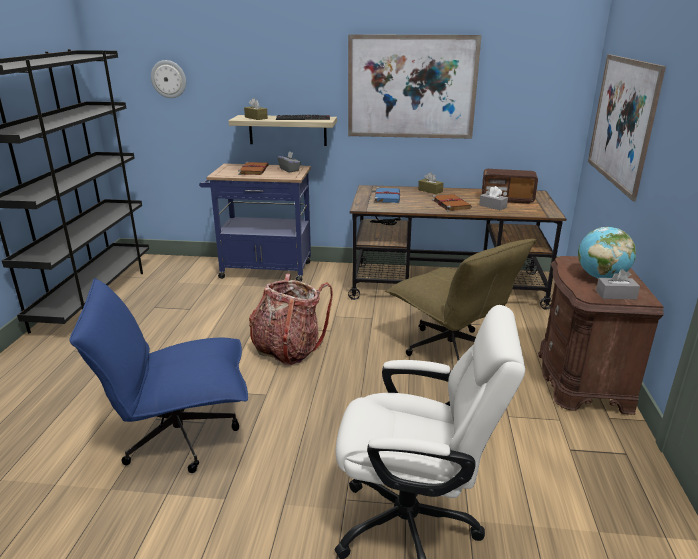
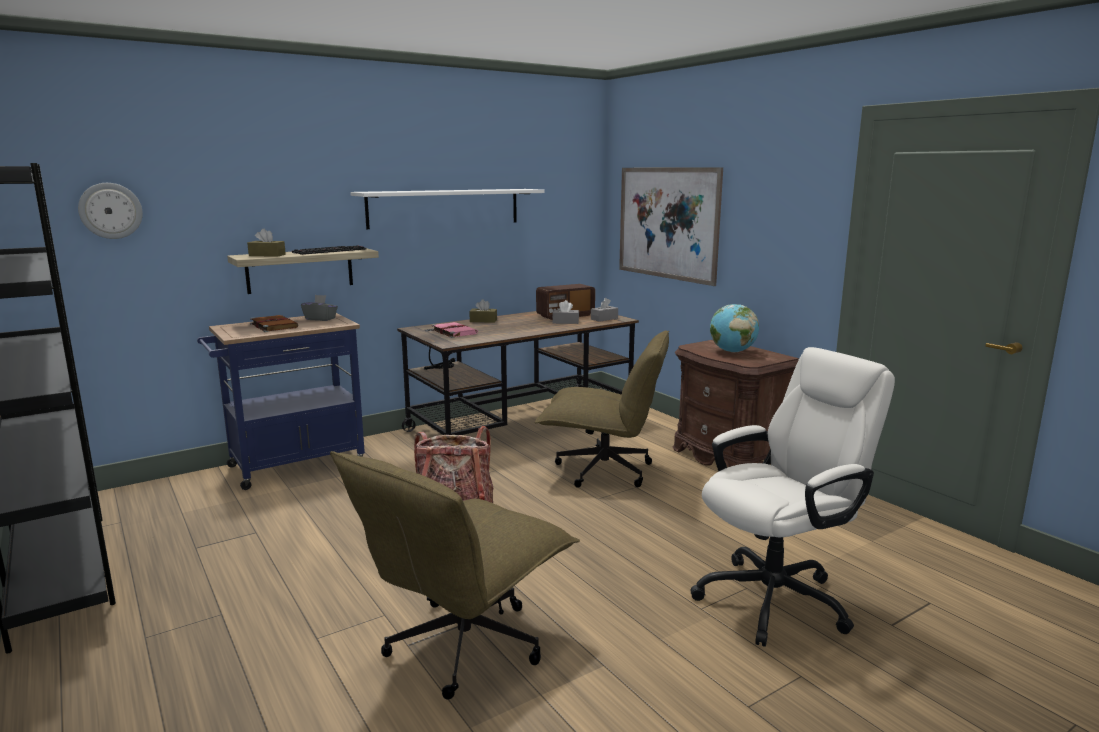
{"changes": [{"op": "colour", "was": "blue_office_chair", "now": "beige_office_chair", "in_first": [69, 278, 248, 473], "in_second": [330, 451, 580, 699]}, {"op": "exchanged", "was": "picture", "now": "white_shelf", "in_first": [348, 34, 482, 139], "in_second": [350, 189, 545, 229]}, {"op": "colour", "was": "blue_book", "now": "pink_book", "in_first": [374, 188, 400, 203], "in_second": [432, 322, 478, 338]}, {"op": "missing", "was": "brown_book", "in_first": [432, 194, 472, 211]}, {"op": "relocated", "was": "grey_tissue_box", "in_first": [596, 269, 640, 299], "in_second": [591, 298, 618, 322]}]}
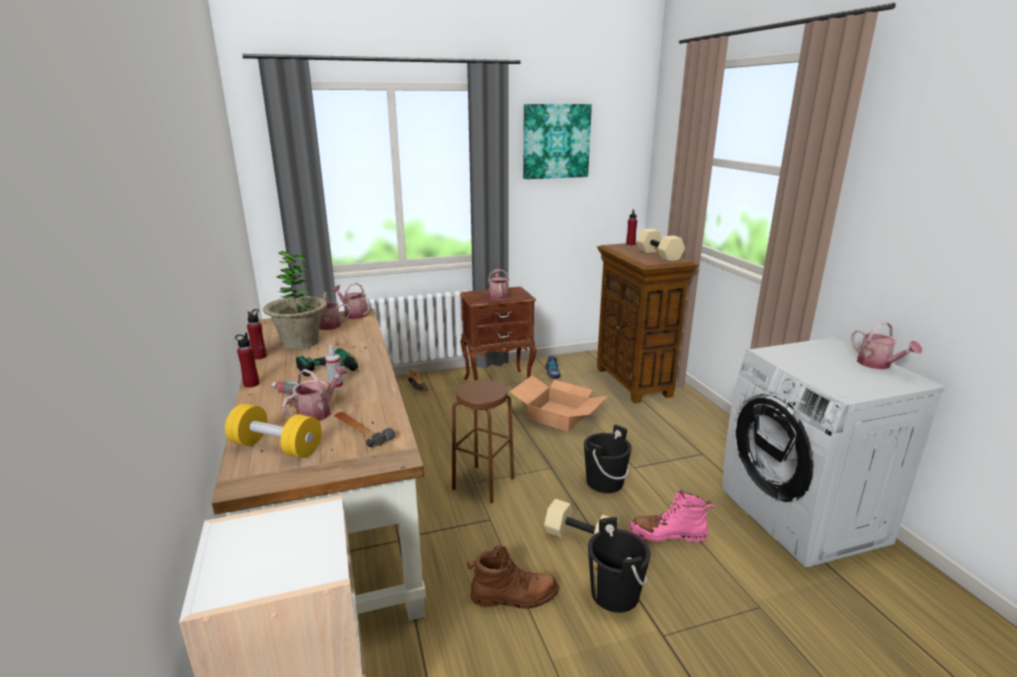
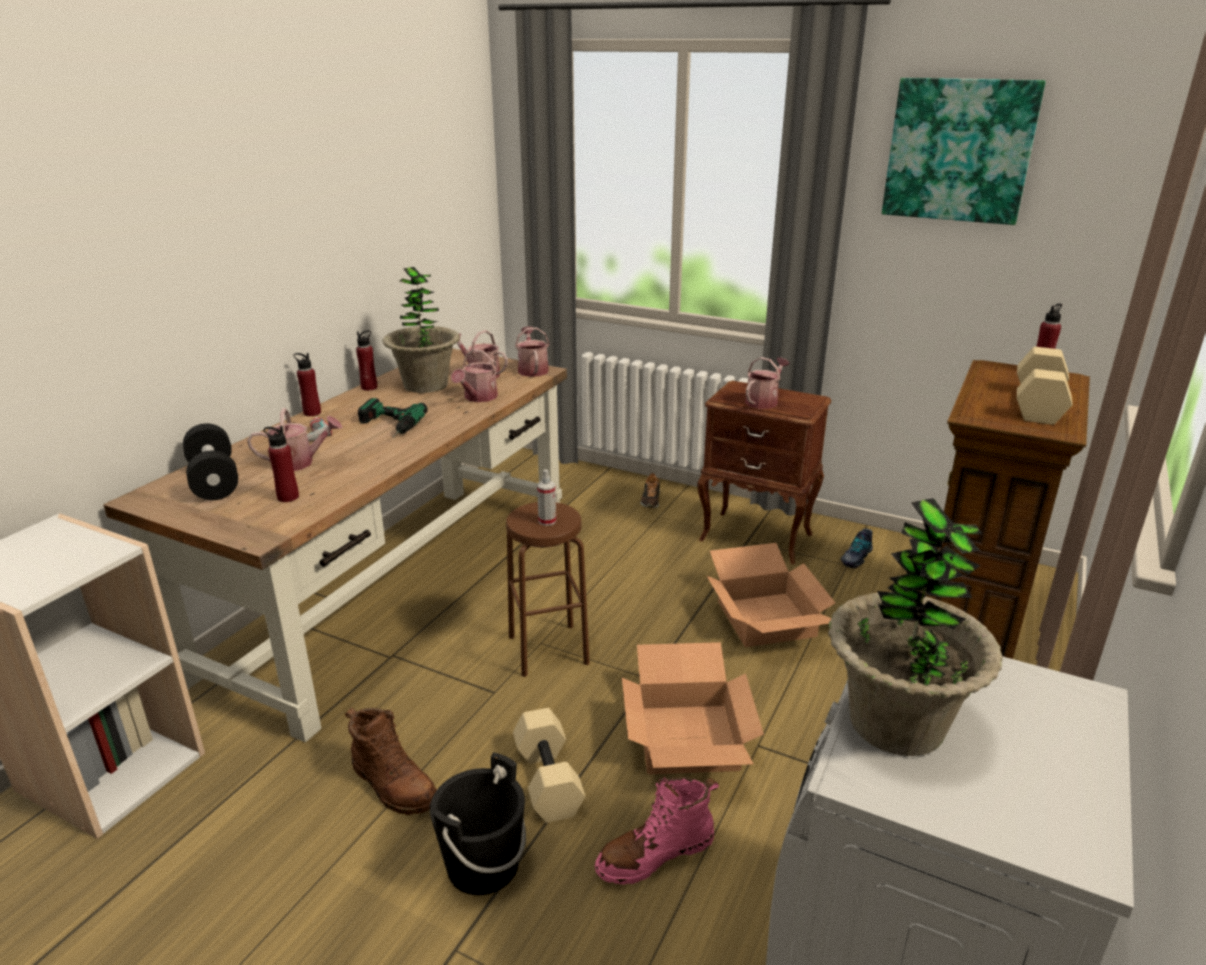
{"changes": [{"op": "colour", "was": "yellow_dumbbell", "now": "black_dumbbell", "in_first": [225, 404, 321, 458], "in_second": [183, 423, 238, 500]}, {"op": "relocated", "was": "spray_bottle", "in_first": [325, 345, 343, 389], "in_second": [537, 469, 556, 526]}, {"op": "exchanged", "was": "hammer", "now": "red_bottle", "in_first": [334, 412, 395, 447], "in_second": [264, 426, 299, 502]}, {"op": "exchanged", "was": "black_bucket", "now": "cardboard_box", "in_first": [584, 424, 632, 493], "in_second": [622, 642, 764, 774]}, {"op": "spun", "was": "pink_boot", "in_first": [629, 488, 715, 542], "in_second": [595, 776, 719, 885], "clockwise": -75}, {"op": "relocated", "was": "watering_can", "in_first": [851, 321, 922, 369], "in_second": [451, 349, 498, 402]}, {"op": "appeared", "now": "potted_plant", "in_second": [828, 498, 1003, 756]}]}
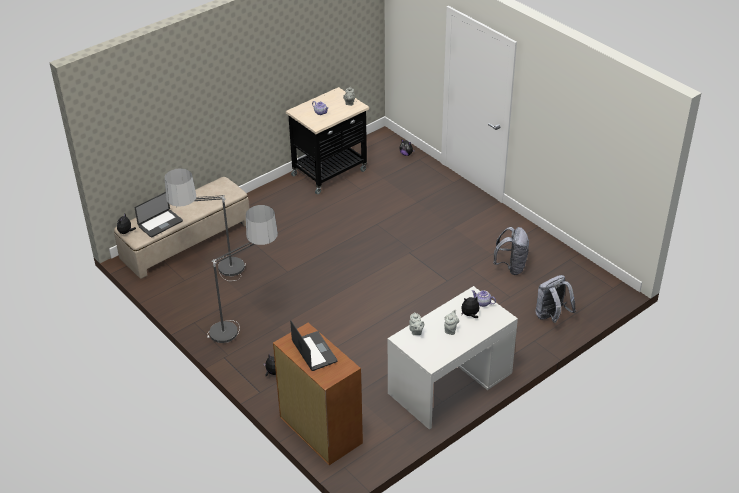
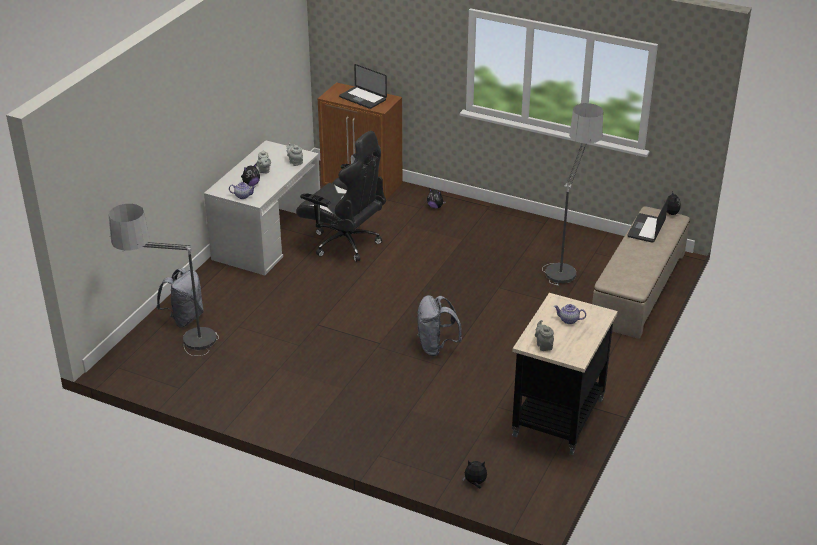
{"changes": [{"op": "relocated", "was": "floor_lamp", "in_first": [207, 205, 278, 343], "in_second": [109, 204, 219, 356]}, {"op": "relocated", "was": "grey_backpack", "in_first": [493, 227, 529, 275], "in_second": [417, 295, 462, 356]}, {"op": "appeared", "now": "black_office_chair", "in_second": [296, 131, 386, 262]}]}
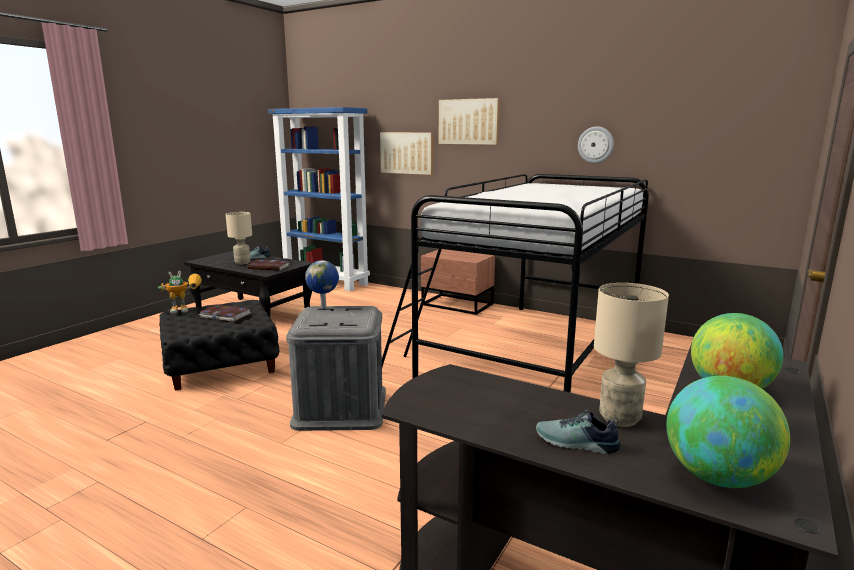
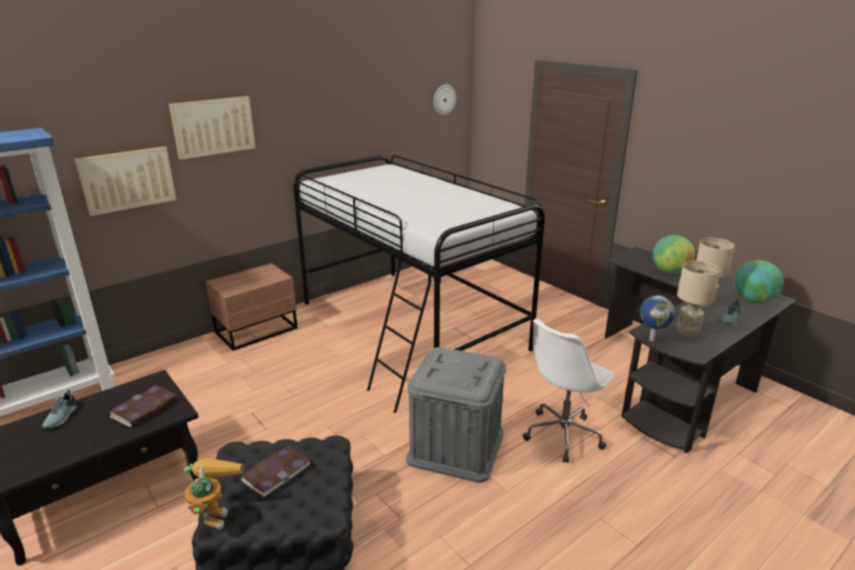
{"changes": [{"op": "relocated", "was": "beige_table_lamp", "in_first": [226, 212, 252, 265], "in_second": [677, 261, 721, 337]}, {"op": "relocated", "was": "globe", "in_first": [305, 260, 339, 309], "in_second": [640, 295, 675, 341]}, {"op": "relocated", "was": "wall_clock", "in_first": [578, 126, 614, 163], "in_second": [433, 84, 456, 115]}, {"op": "appeared", "now": "white_office_chair", "in_second": [522, 319, 614, 463]}]}
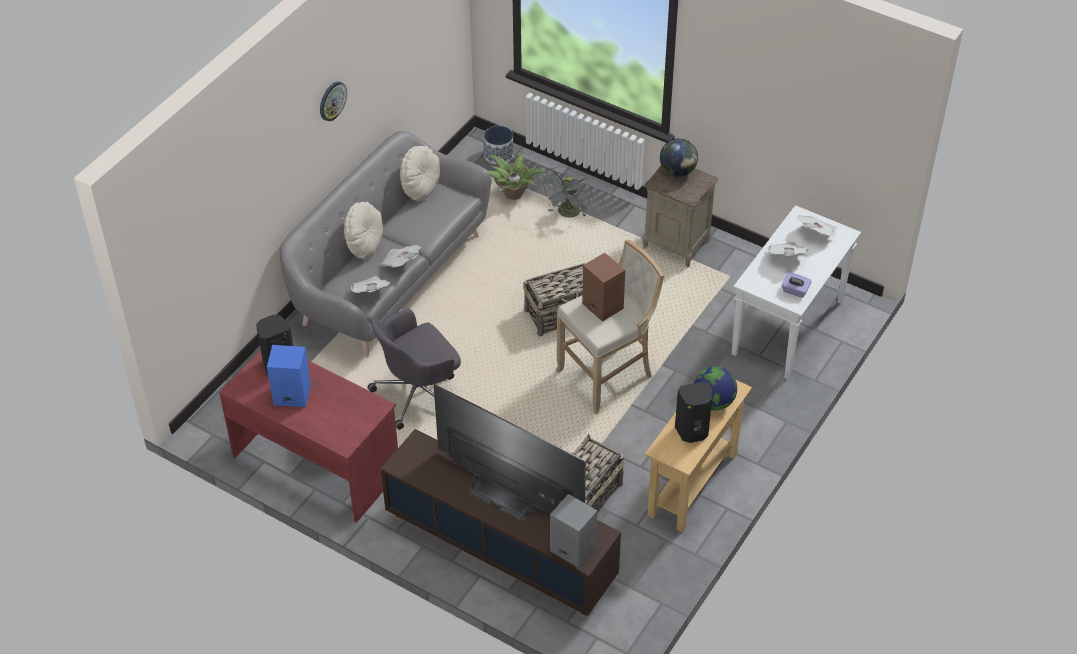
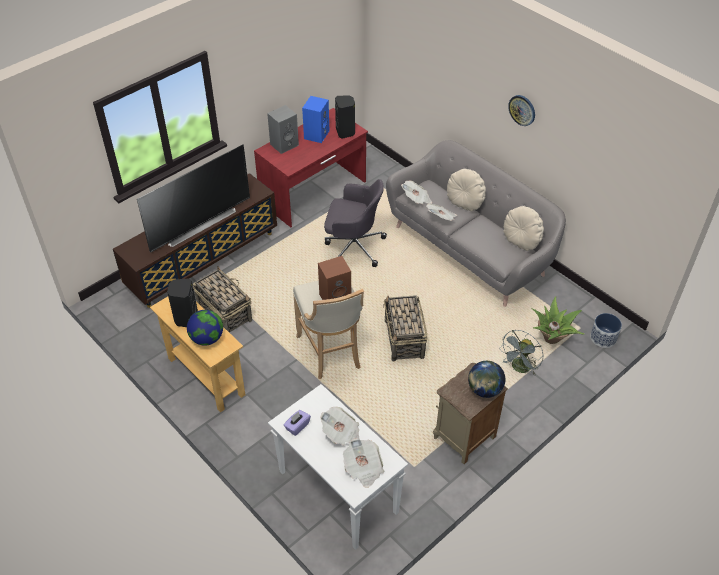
{"changes": [{"op": "spun", "was": "grey_office_chair", "in_first": [368, 309, 461, 430], "in_second": [324, 179, 387, 267], "clockwise": 120}, {"op": "spun", "was": "grey_fan", "in_first": [541, 166, 591, 218], "in_second": [499, 330, 544, 375], "clockwise": -90}, {"op": "relocated", "was": "grey_speaker", "in_first": [550, 494, 597, 568], "in_second": [267, 105, 299, 154]}]}
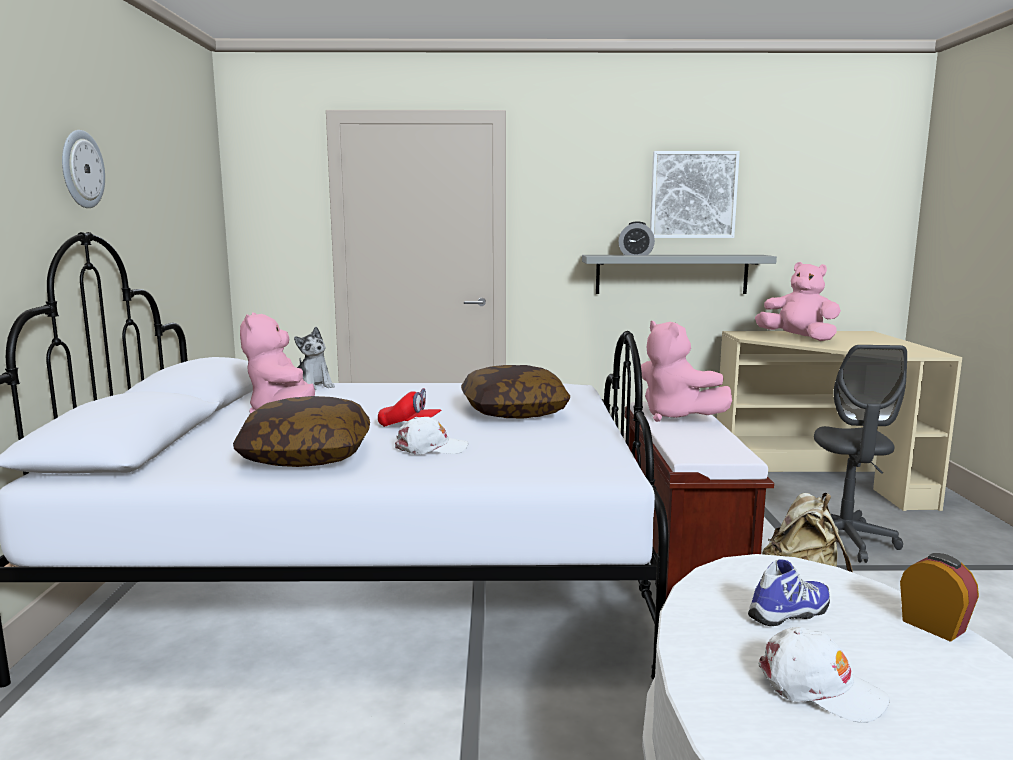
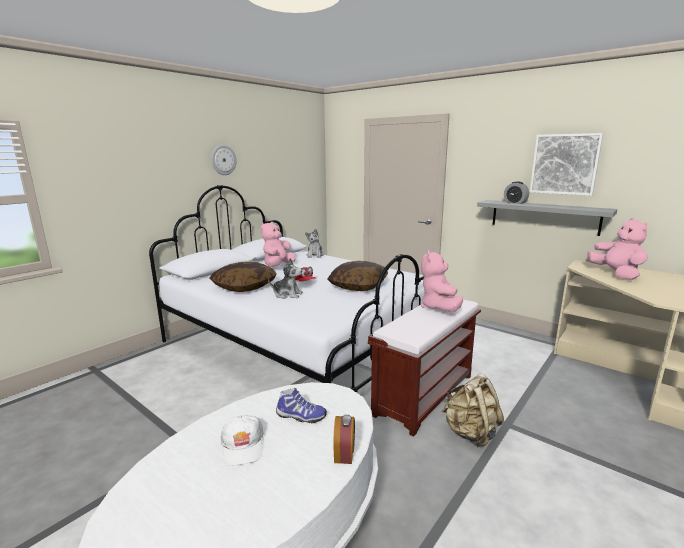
{"changes": [{"op": "exchanged", "was": "white_cap", "now": "plush_toy", "in_first": [395, 417, 468, 455], "in_second": [268, 258, 303, 299]}, {"op": "missing", "was": "grey_office_chair", "in_first": [814, 345, 907, 563]}]}
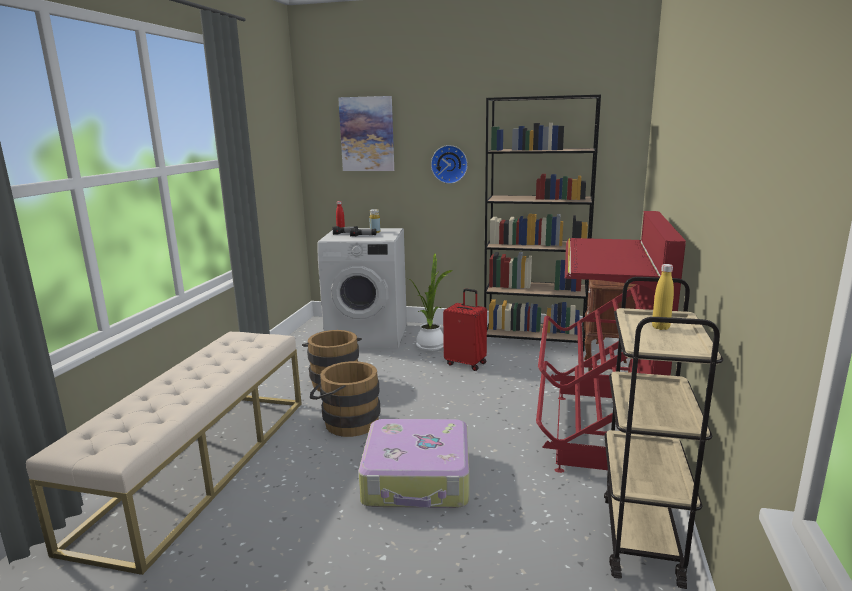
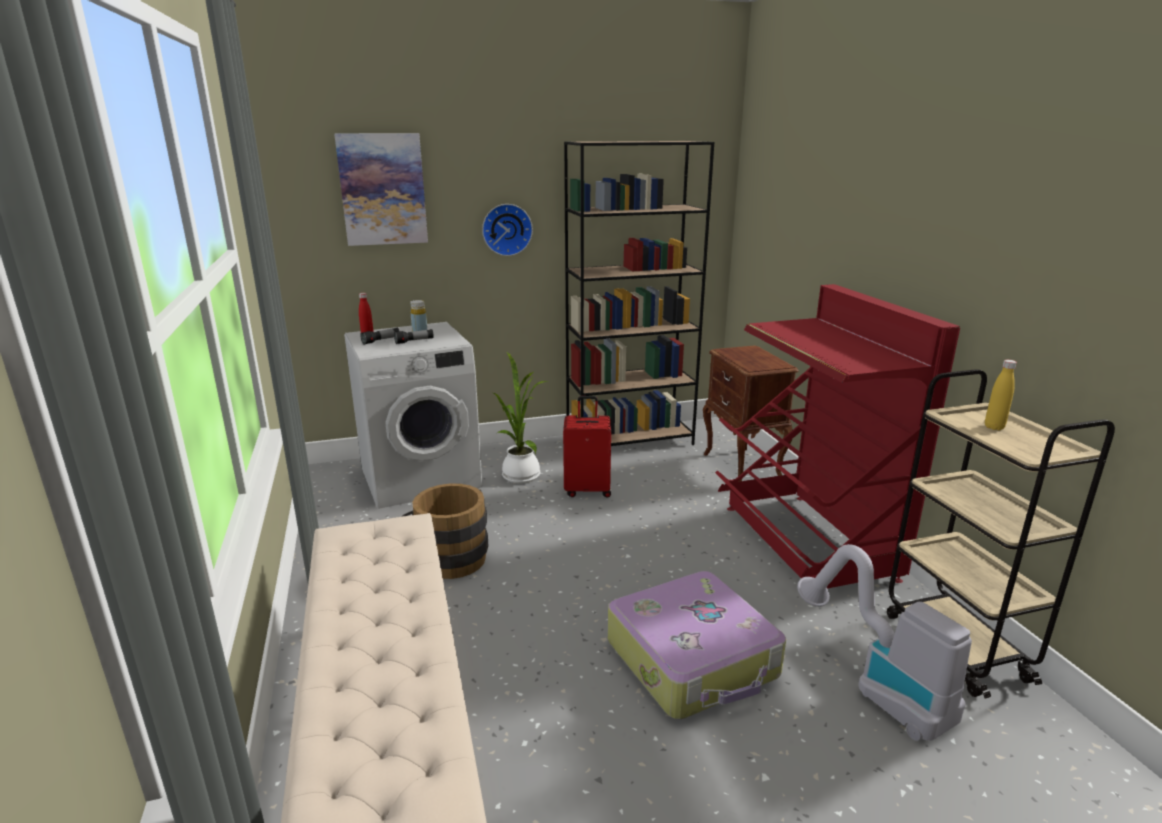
{"changes": [{"op": "missing", "was": "brown_bucket", "in_first": [310, 361, 380, 437]}, {"op": "appeared", "now": "vacuum_cleaner", "in_second": [797, 544, 972, 741]}]}
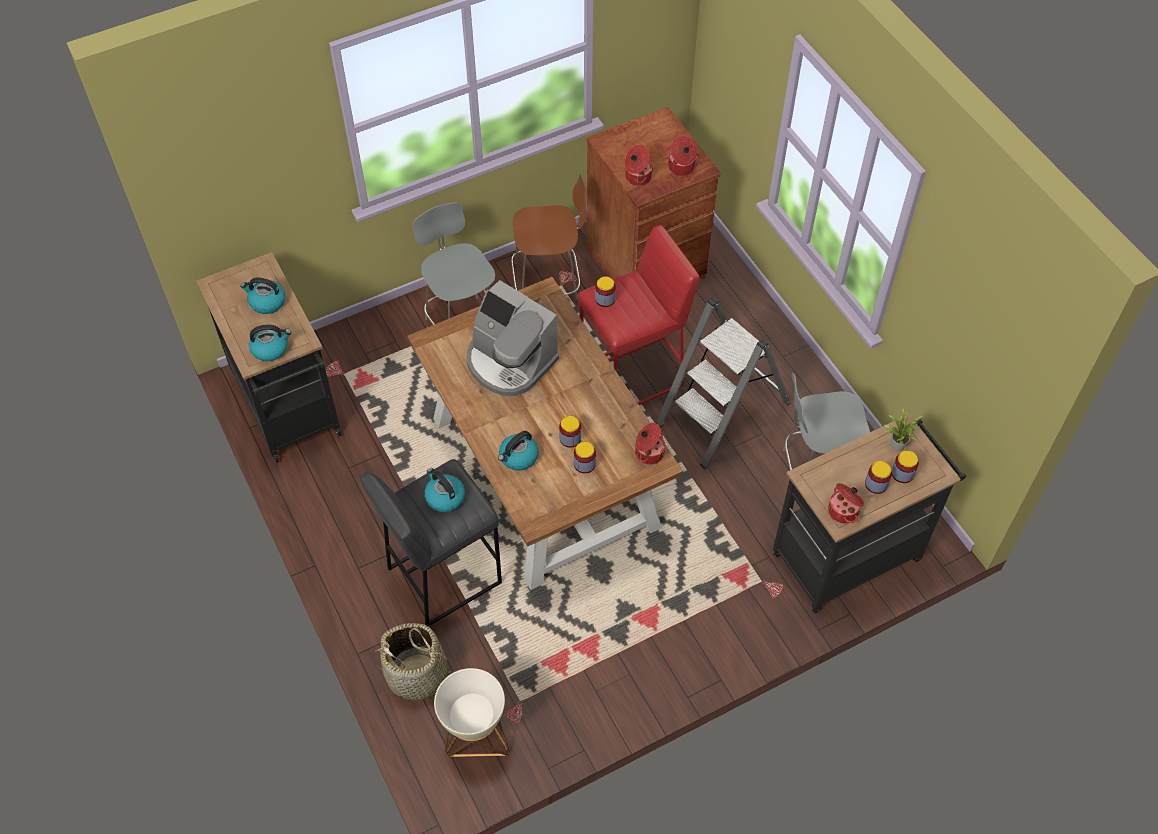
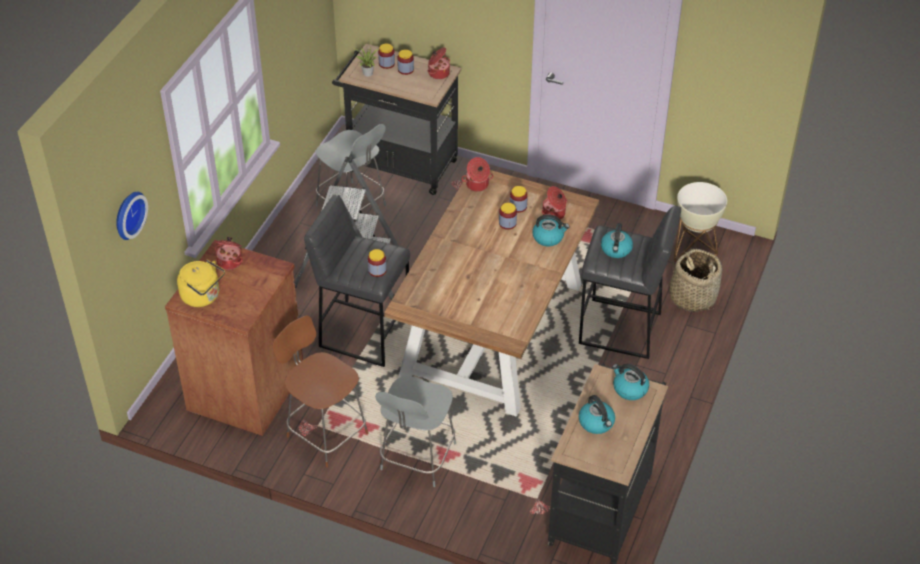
{"changes": [{"op": "missing", "was": "coffee_machine", "in_first": [467, 280, 559, 397]}, {"op": "colour", "was": "red_stool", "now": "grey_stool", "in_first": [578, 225, 699, 405], "in_second": [304, 195, 410, 367]}, {"op": "relocated", "was": "cooking_pot", "in_first": [625, 145, 653, 186], "in_second": [542, 186, 567, 219]}, {"op": "appeared", "now": "wall_clock", "in_second": [116, 192, 148, 240]}, {"op": "appeared", "now": "yellow_kettle", "in_second": [177, 260, 225, 307]}]}
